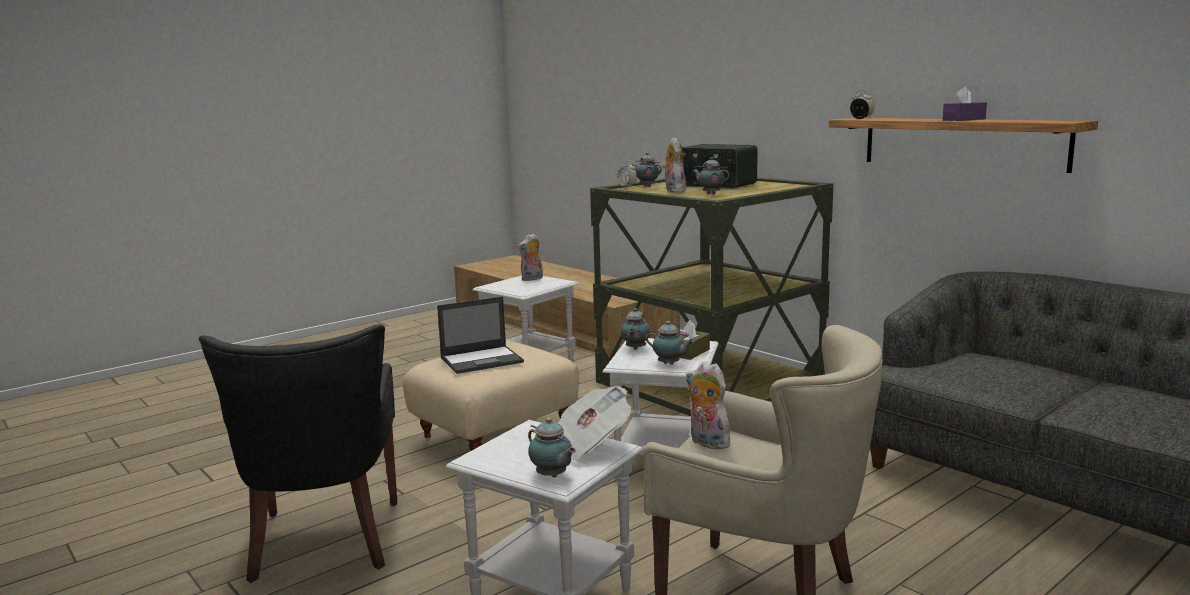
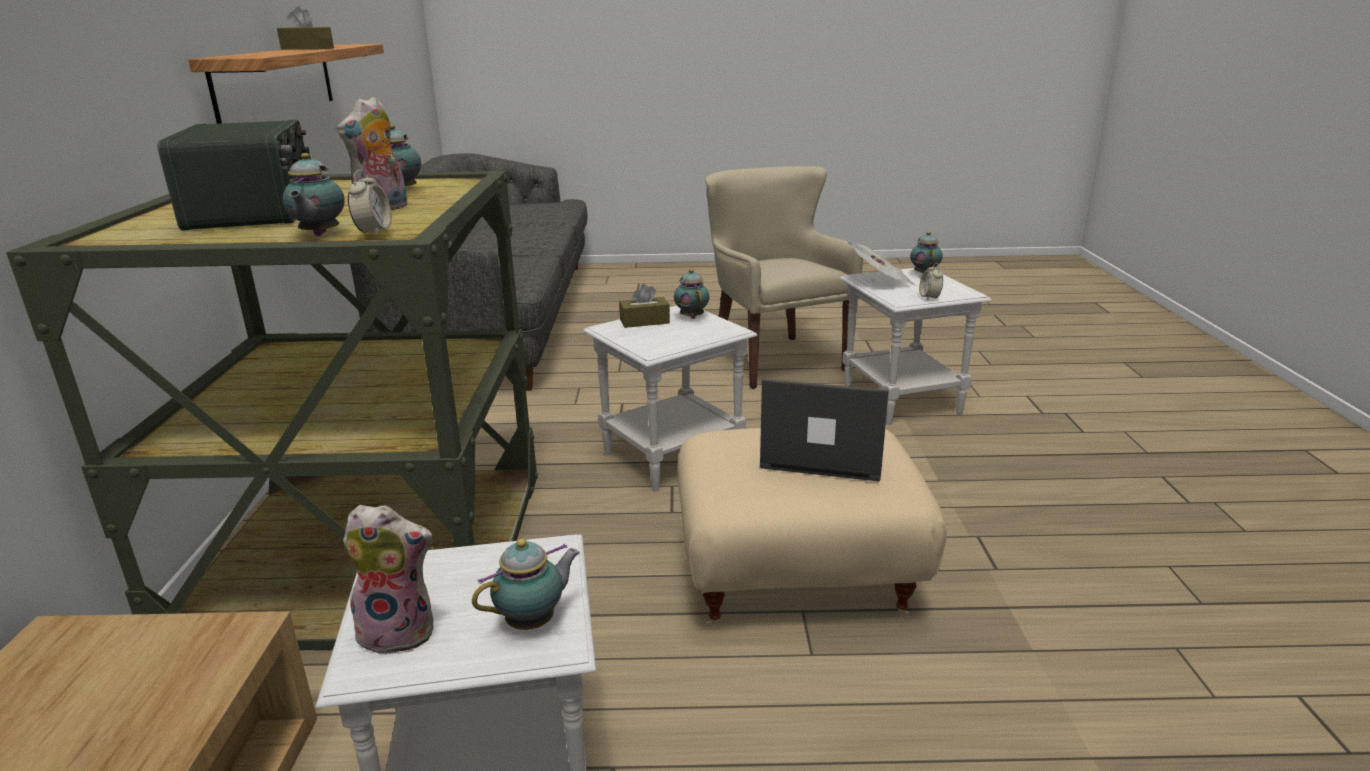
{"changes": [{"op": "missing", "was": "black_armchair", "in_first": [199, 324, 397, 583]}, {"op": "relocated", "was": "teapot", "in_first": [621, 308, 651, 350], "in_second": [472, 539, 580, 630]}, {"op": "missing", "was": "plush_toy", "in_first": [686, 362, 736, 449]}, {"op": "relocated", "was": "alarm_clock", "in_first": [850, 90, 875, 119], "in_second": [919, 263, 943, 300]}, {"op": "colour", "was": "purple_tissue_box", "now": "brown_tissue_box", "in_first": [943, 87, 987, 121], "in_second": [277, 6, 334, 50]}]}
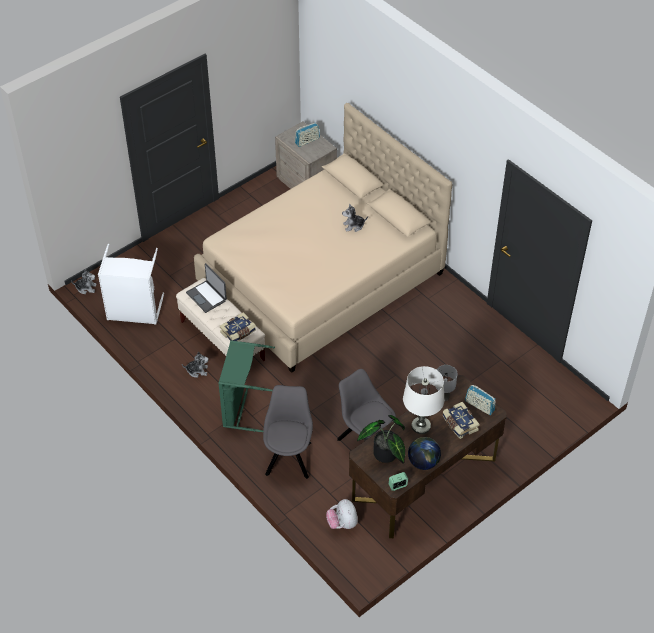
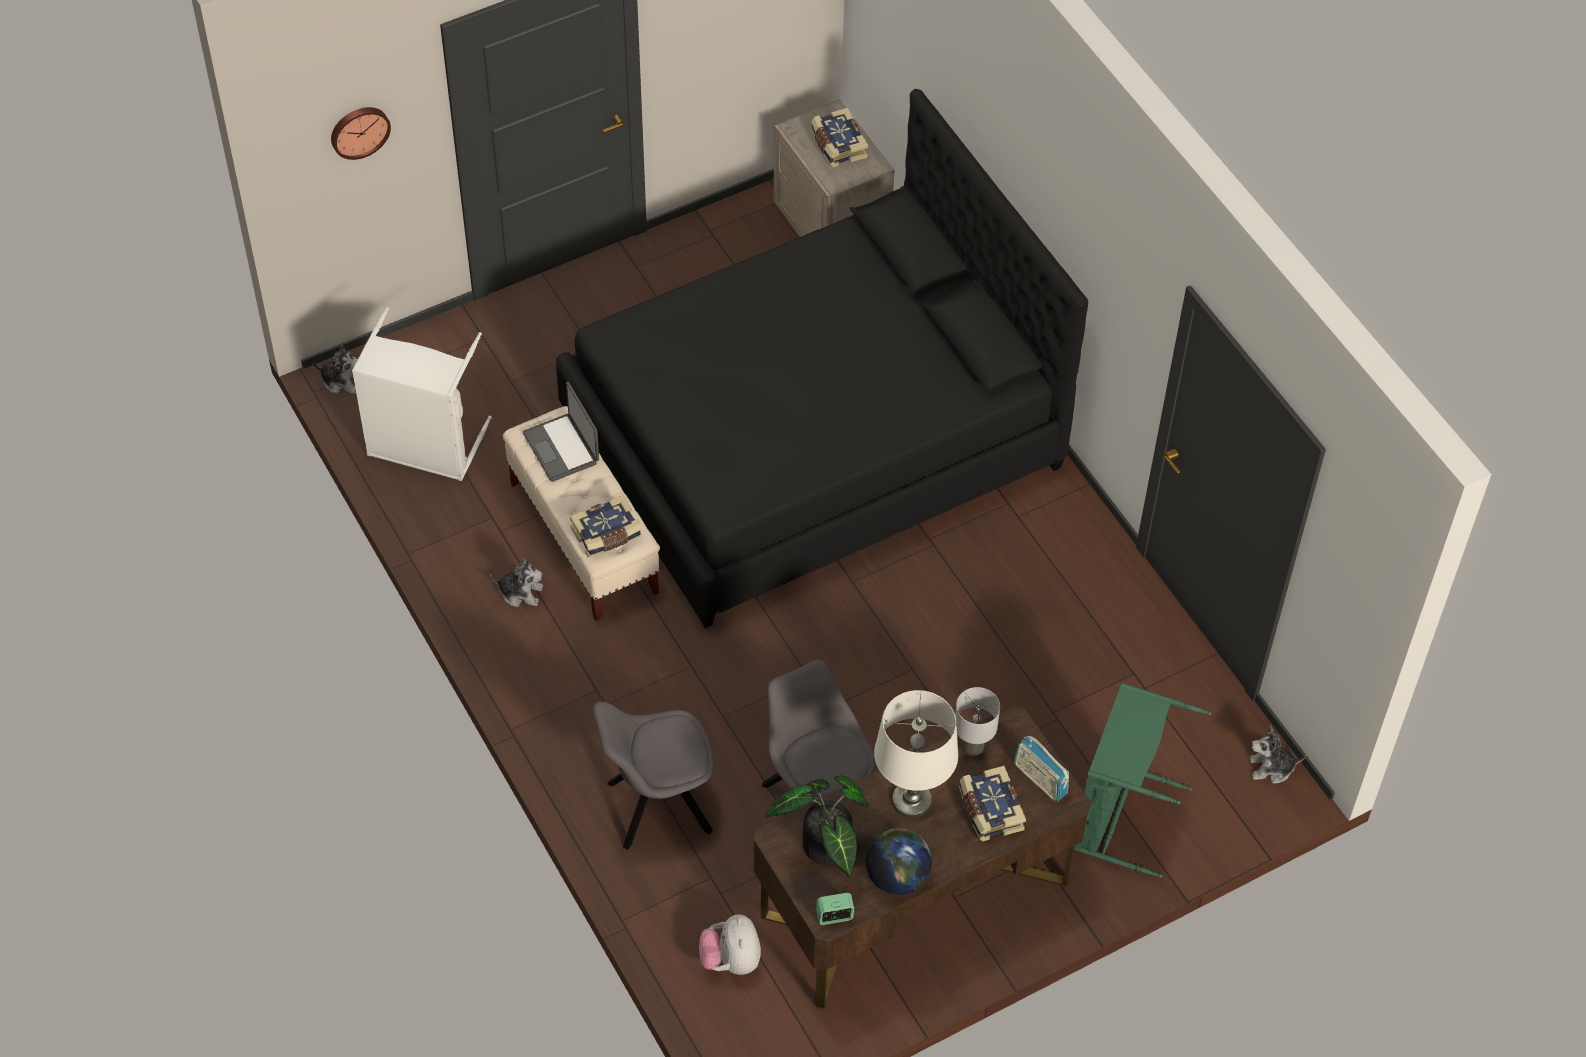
{"changes": [{"op": "colour", "was": "beige_bed", "now": "black_bed", "in_first": [194, 103, 453, 373], "in_second": [556, 89, 1088, 629]}, {"op": "relocated", "was": "green_laundry_basket", "in_first": [218, 340, 275, 432], "in_second": [1074, 683, 1212, 878]}, {"op": "spun", "was": "grey_chair", "in_first": [263, 385, 313, 479], "in_second": [593, 701, 714, 850], "clockwise": -120}, {"op": "exchanged", "was": "radio", "now": "book", "in_first": [295, 123, 320, 147], "in_second": [811, 108, 868, 167]}, {"op": "relocated", "was": "plush_toy", "in_first": [342, 203, 368, 232], "in_second": [1249, 725, 1306, 784]}, {"op": "appeared", "now": "wall_clock", "in_second": [331, 107, 391, 160]}]}
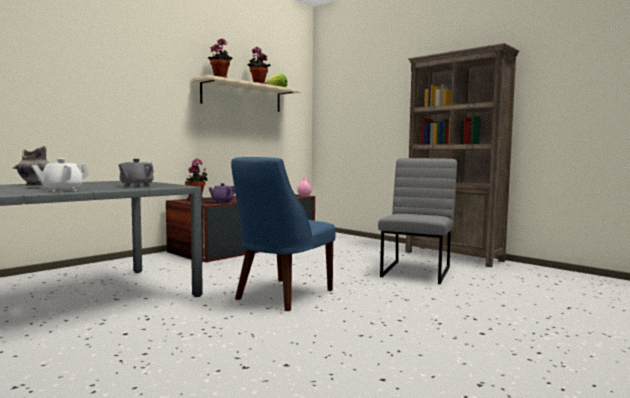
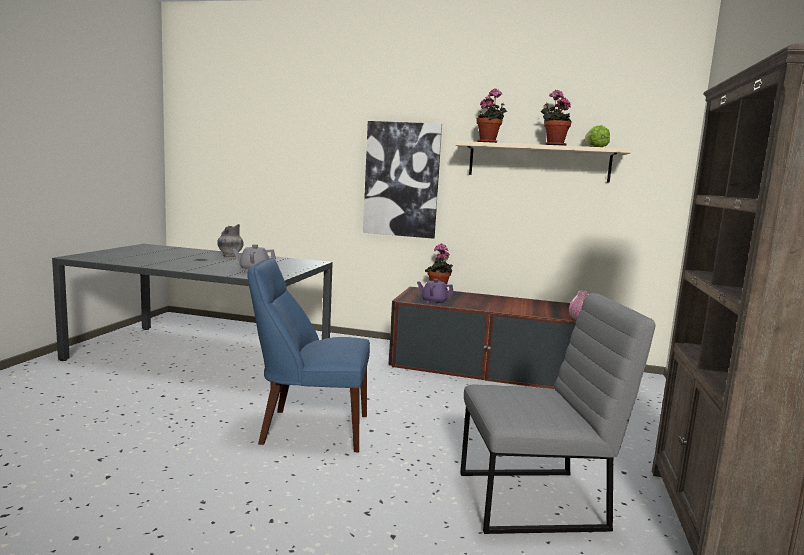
{"changes": [{"op": "missing", "was": "white_teapot", "in_first": [31, 158, 89, 192]}, {"op": "appeared", "now": "picture", "in_second": [363, 121, 442, 239]}]}
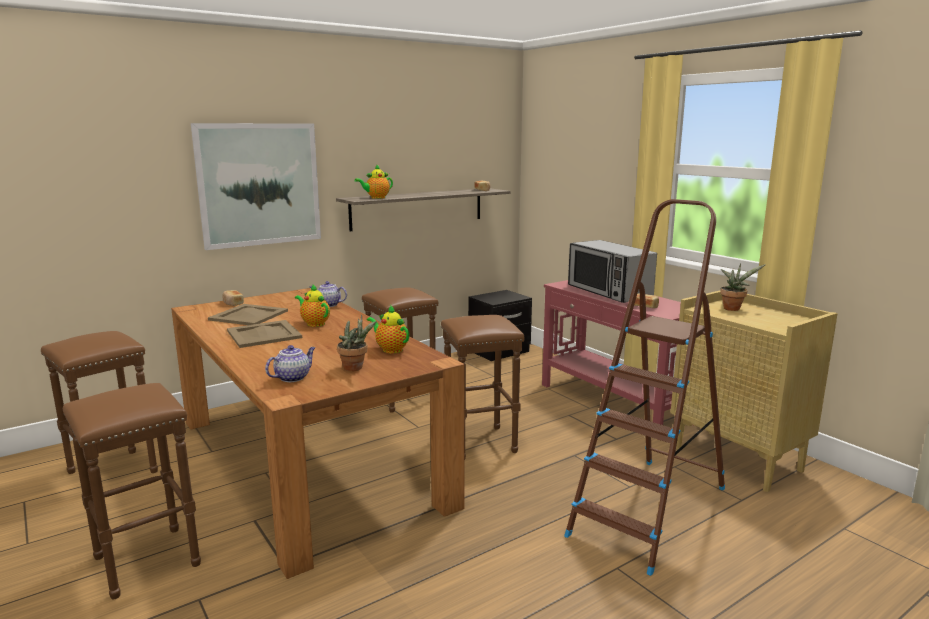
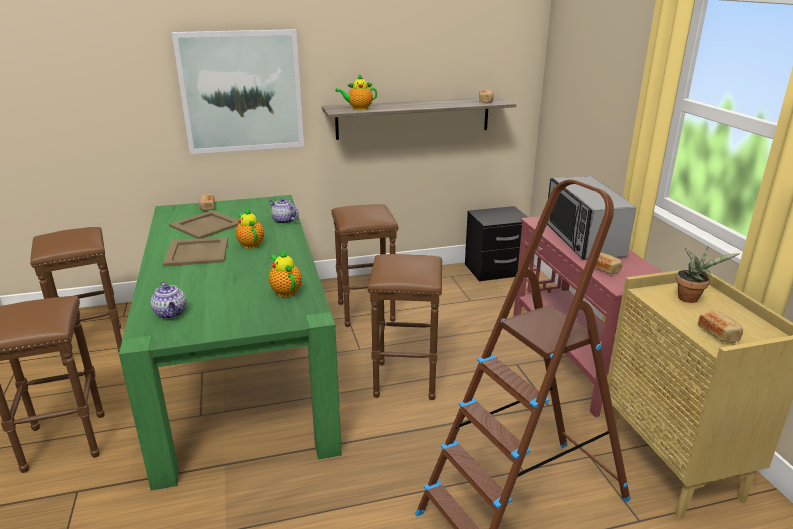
{"changes": [{"op": "colour", "was": "brown_dining_table", "now": "green_dining_table", "in_first": [171, 288, 464, 579], "in_second": [119, 195, 342, 491]}, {"op": "spun", "was": "teapot", "in_first": [265, 345, 315, 382], "in_second": [151, 281, 187, 319], "clockwise": 90}, {"op": "missing", "was": "potted_plant", "in_first": [337, 315, 377, 371]}, {"op": "appeared", "now": "bread", "in_second": [698, 310, 743, 343]}]}
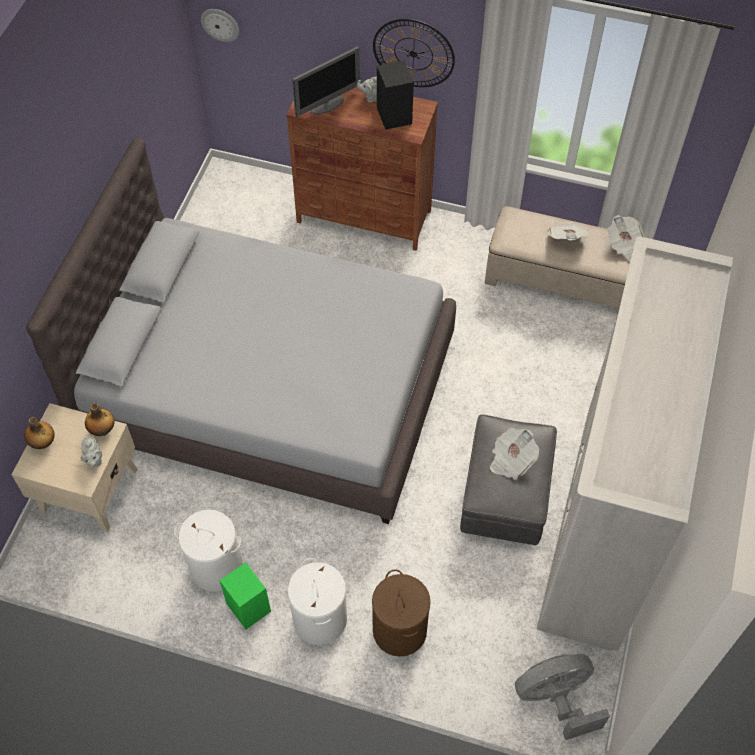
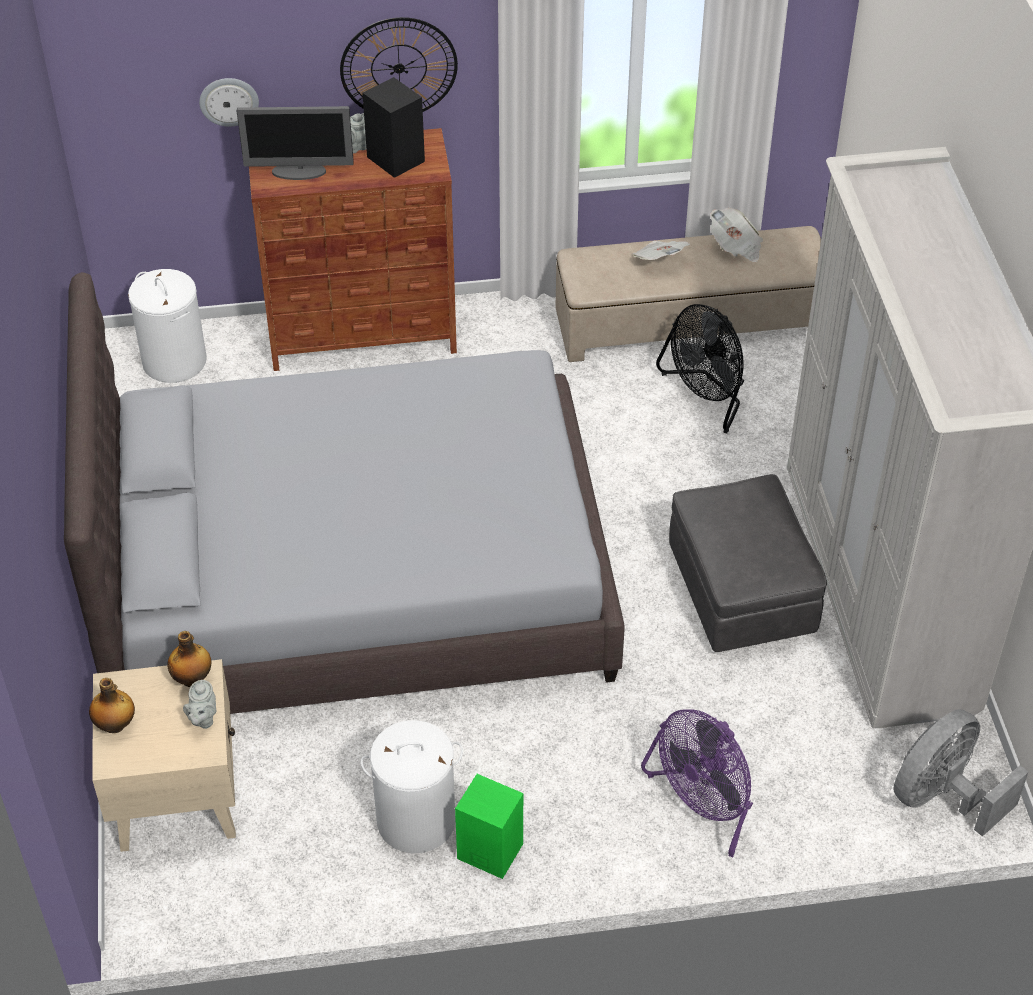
{"changes": [{"op": "spun", "was": "grey_teapot", "in_first": [80, 437, 102, 467], "in_second": [183, 680, 216, 729], "clockwise": 45}, {"op": "relocated", "was": "wall_clock", "in_first": [201, 9, 239, 42], "in_second": [199, 78, 259, 127]}, {"op": "relocated", "was": "white_laundry_basket", "in_first": [288, 558, 347, 645], "in_second": [128, 269, 207, 383]}, {"op": "spun", "was": "monitor", "in_first": [292, 47, 360, 117], "in_second": [237, 106, 354, 180], "clockwise": 60}, {"op": "exchanged", "was": "brown_laundry_basket", "now": "purple_fan", "in_first": [372, 569, 431, 657], "in_second": [641, 709, 753, 857]}, {"op": "missing", "was": "newspaper", "in_first": [490, 428, 539, 480]}, {"op": "appeared", "now": "black_fan", "in_second": [656, 304, 744, 434]}]}
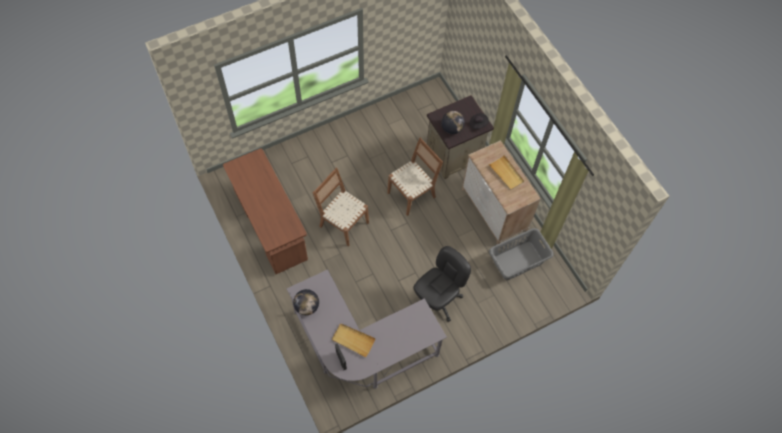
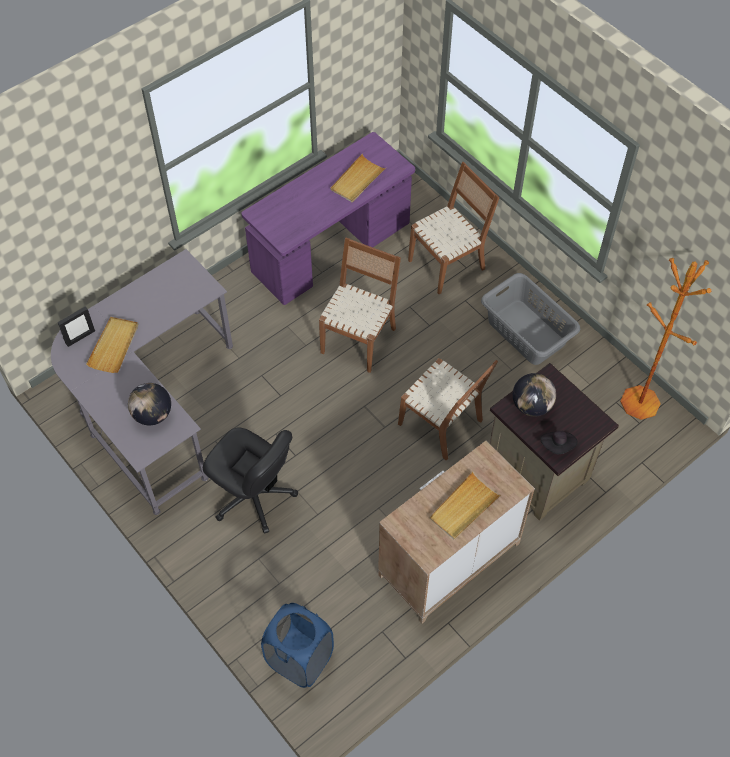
{"changes": [{"op": "colour", "was": "brown_desk", "now": "purple_desk", "in_first": [223, 148, 308, 274], "in_second": [242, 132, 415, 305]}, {"op": "relocated", "was": "globe", "in_first": [293, 289, 319, 315], "in_second": [128, 383, 171, 425]}, {"op": "relocated", "was": "grey_laundry_basket", "in_first": [489, 228, 553, 280], "in_second": [481, 273, 580, 365]}, {"op": "appeared", "now": "blue_laundry_basket", "in_second": [261, 603, 334, 688]}, {"op": "appeared", "now": "beige_tray", "in_second": [330, 154, 387, 202]}, {"op": "appeared", "now": "chair", "in_second": [408, 162, 499, 294]}, {"op": "appeared", "now": "orange_clothes_rack", "in_second": [620, 258, 711, 420]}]}
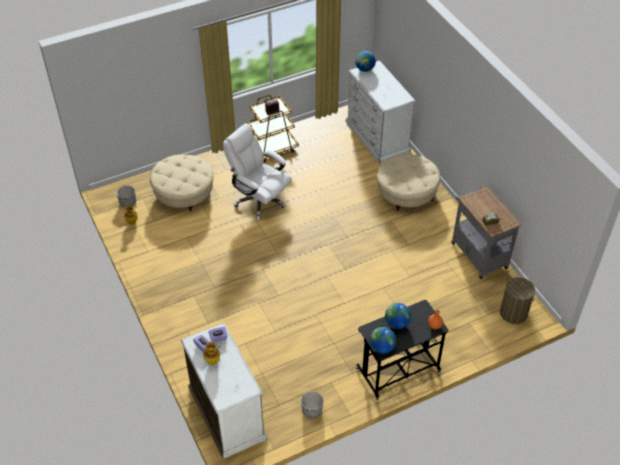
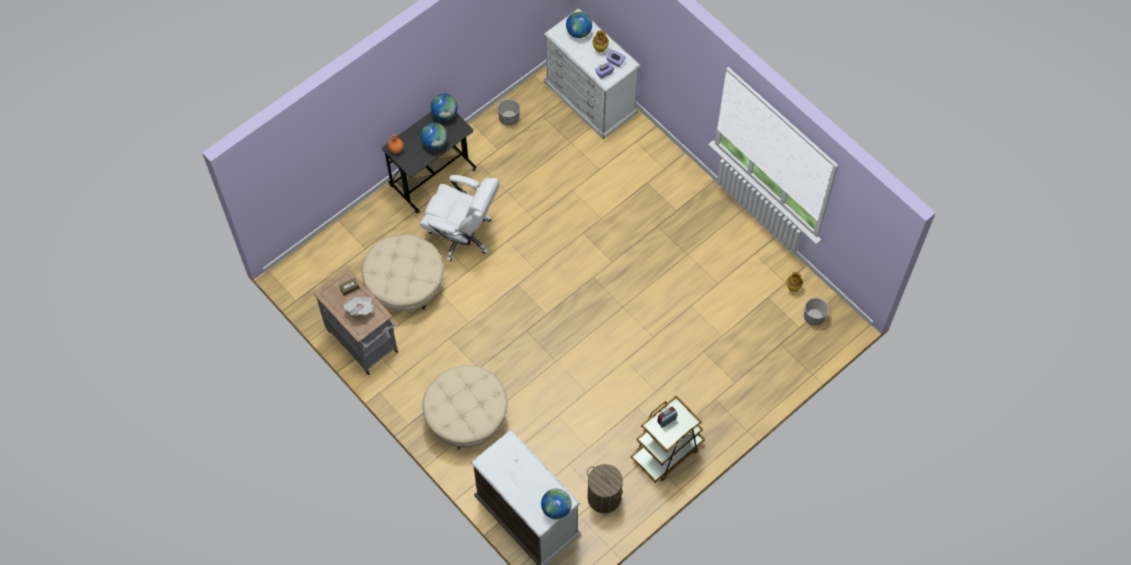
{"changes": [{"op": "relocated", "was": "beige_ottoman", "in_first": [150, 155, 213, 213], "in_second": [361, 234, 444, 312]}, {"op": "relocated", "was": "white_office_chair", "in_first": [223, 123, 291, 220], "in_second": [420, 175, 499, 262]}, {"op": "relocated", "was": "laundry_basket", "in_first": [500, 277, 535, 324], "in_second": [587, 464, 623, 513]}, {"op": "appeared", "now": "newspaper", "in_second": [344, 297, 374, 315]}, {"op": "appeared", "now": "globe", "in_second": [566, 11, 592, 38]}]}
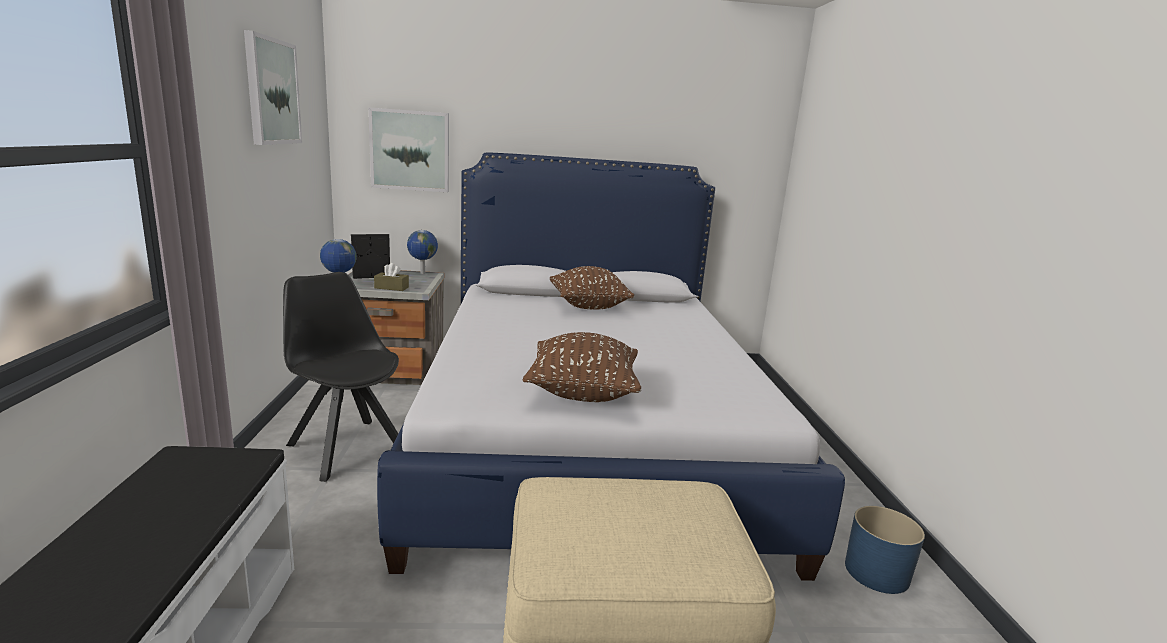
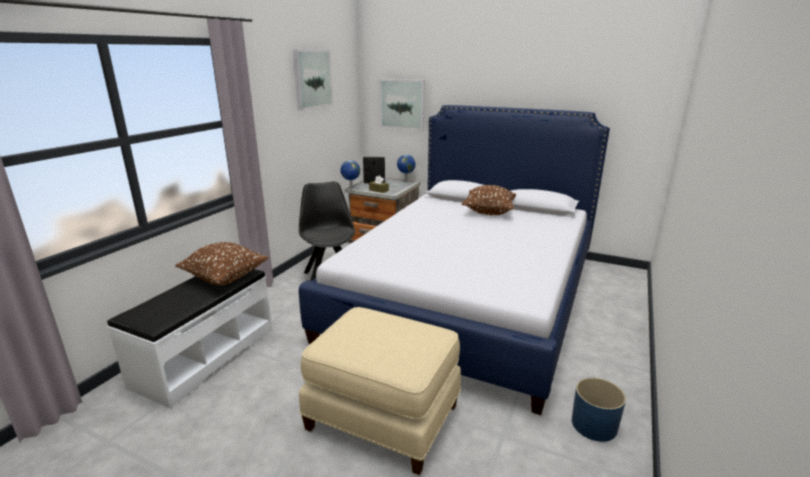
{"changes": [{"op": "relocated", "was": "brown_pillow", "in_first": [523, 332, 641, 402], "in_second": [175, 242, 269, 285]}]}
